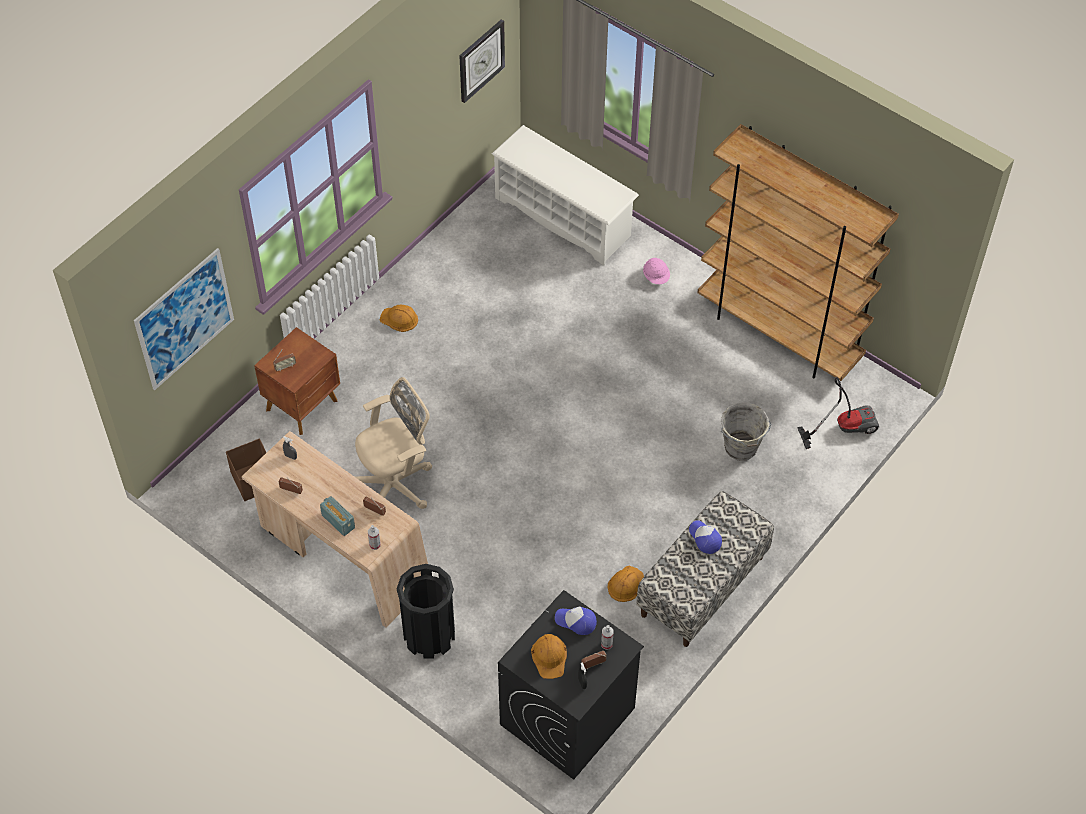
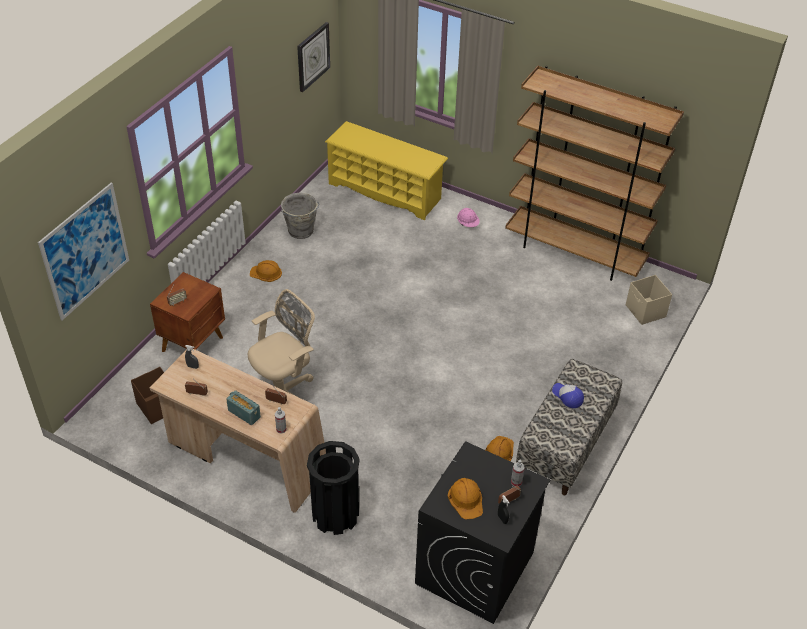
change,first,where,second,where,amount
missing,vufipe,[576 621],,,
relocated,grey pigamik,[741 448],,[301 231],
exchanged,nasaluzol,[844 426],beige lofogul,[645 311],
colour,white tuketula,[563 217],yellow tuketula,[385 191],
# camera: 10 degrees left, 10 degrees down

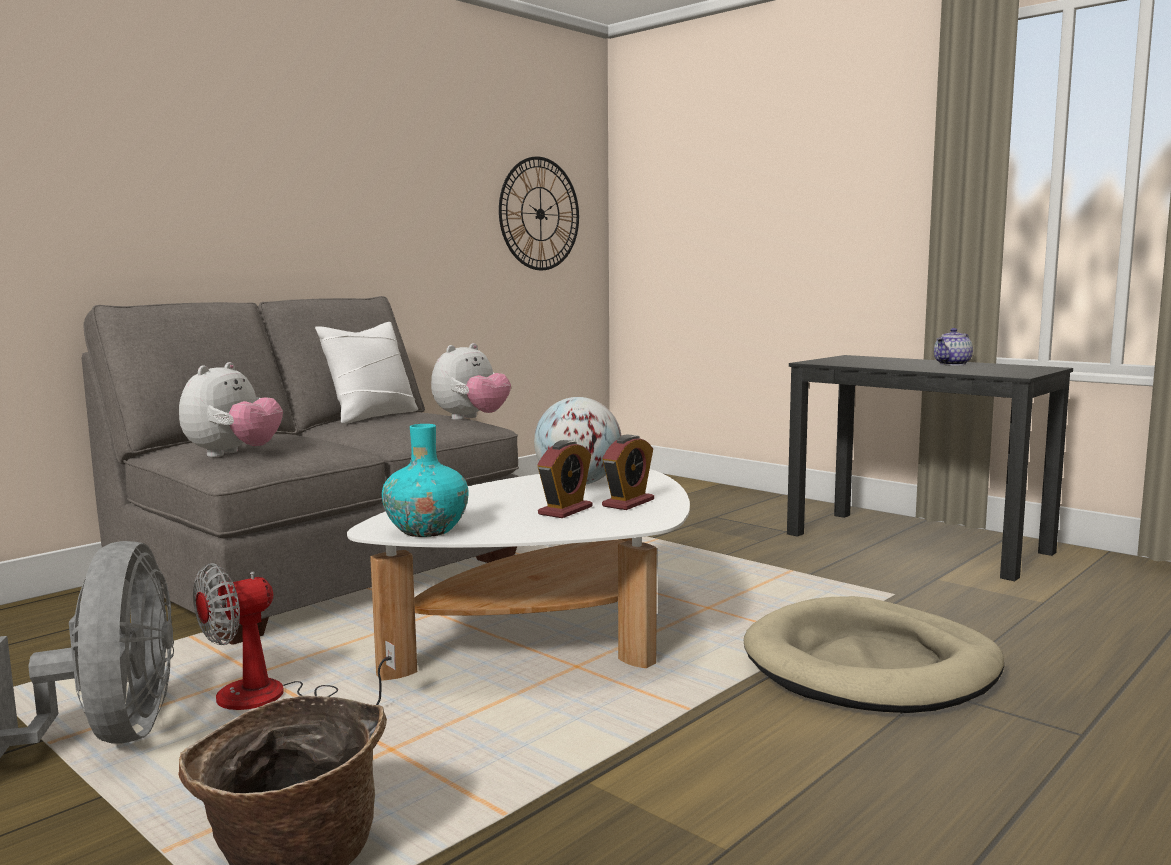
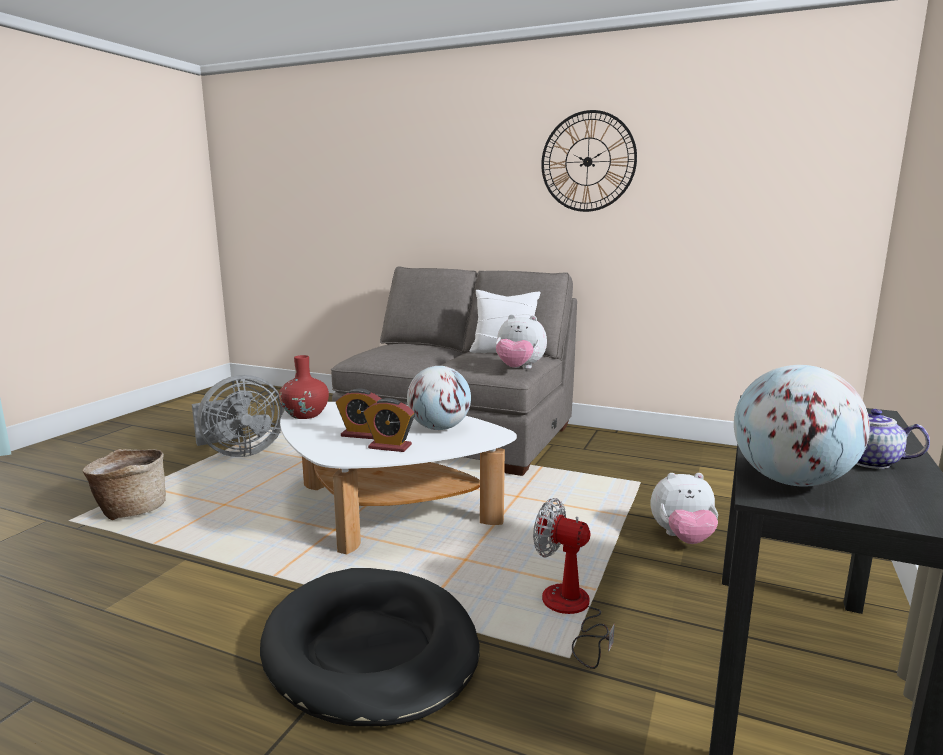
change,first,where,second,where,amount
appeared,,,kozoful,[790 481],
relocated,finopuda,[233 454],,[682 538],
relocated,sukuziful,[273 699],,[571 612],
relocated,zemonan,[540 214],,[587 161],
colour,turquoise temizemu,[427 530],red temizemu,[305 415],
colour,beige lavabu,[871 666],black lavabu,[371 650],
# camera: 70 degrees right, 5 degrees up

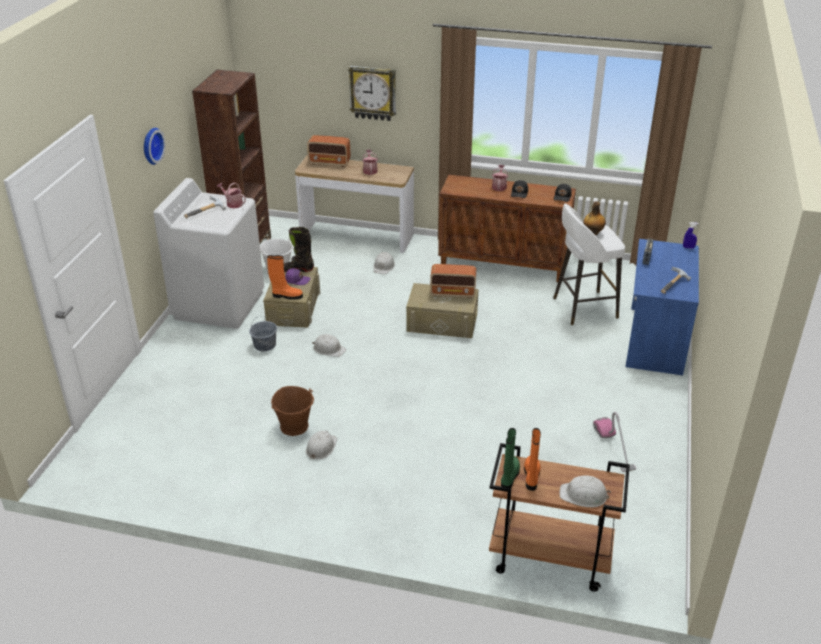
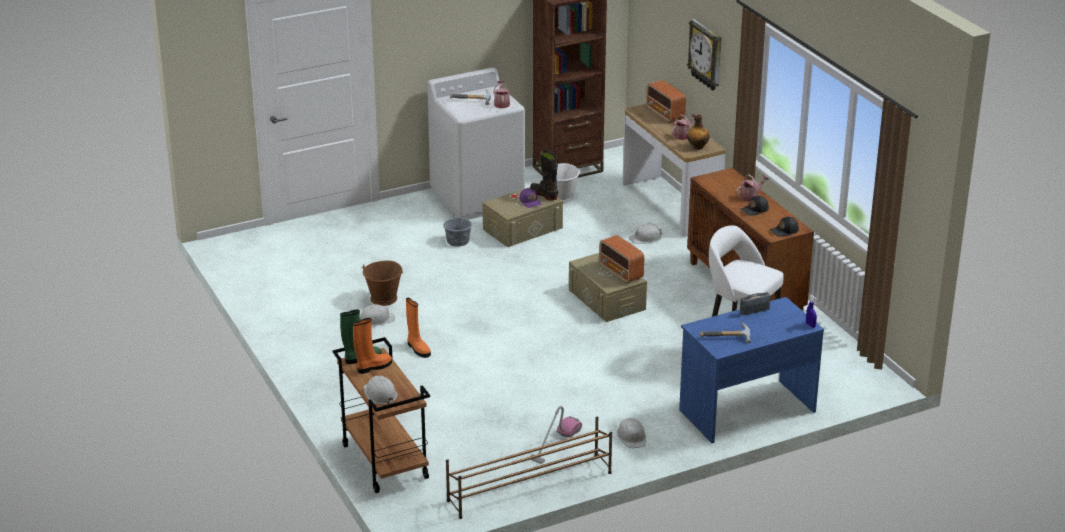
change,first,where,second,where,amount
missing,zemonan,[151 145],,,
appeared,,,brown tuketula,[529 487],
relocated,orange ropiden,[286 296],,[418 349],
relocated,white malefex,[329 349],,[632 437],
relocated,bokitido,[592 233],,[697 147],
# camera: 50 degrees right, 5 degrees down

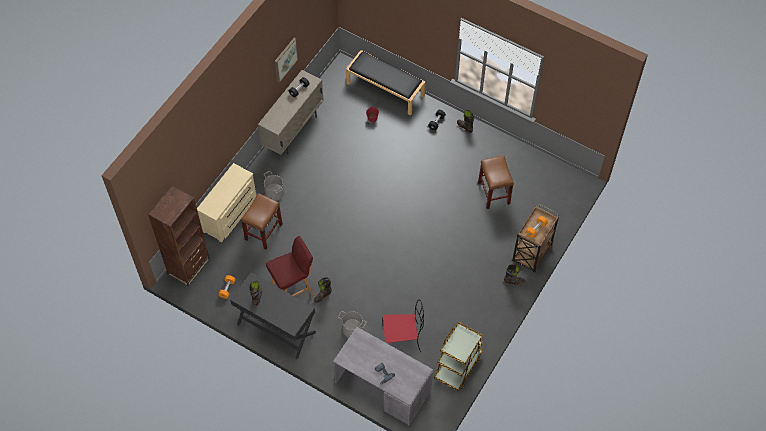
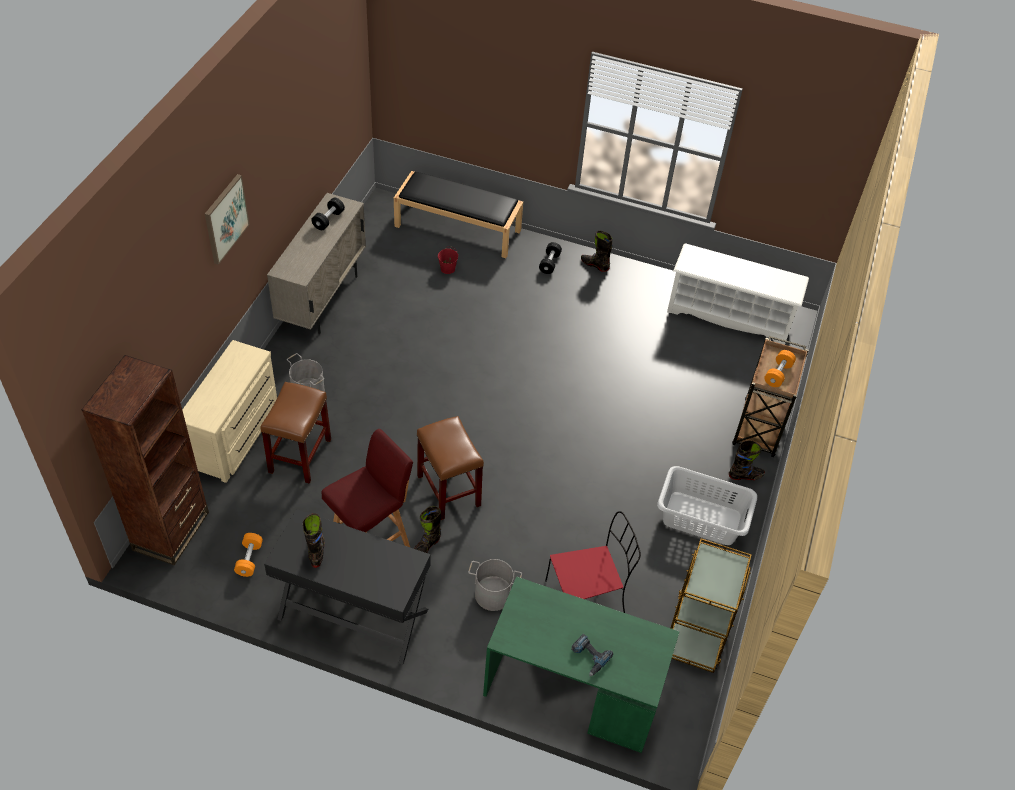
change,first,where,second,where,amount
appeared,,,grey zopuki,[702 519],
appeared,,,white tuketula,[730 315],
relocated,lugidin,[285 59],,[225 218],
relocated,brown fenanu,[493 193],,[448 490],
colour,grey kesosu,[381 386],green kesosu,[572 688],
# camera: 15 degrees left, 10 degrees down

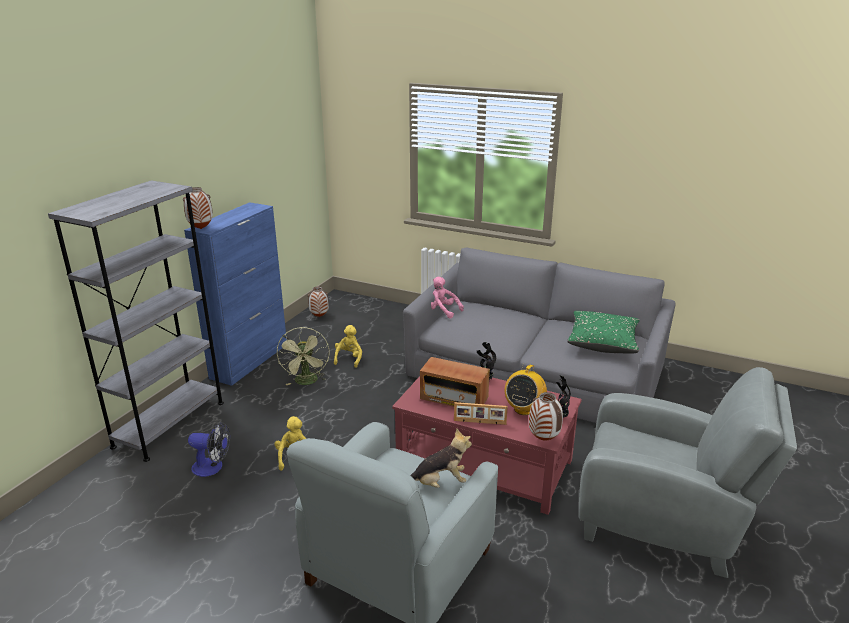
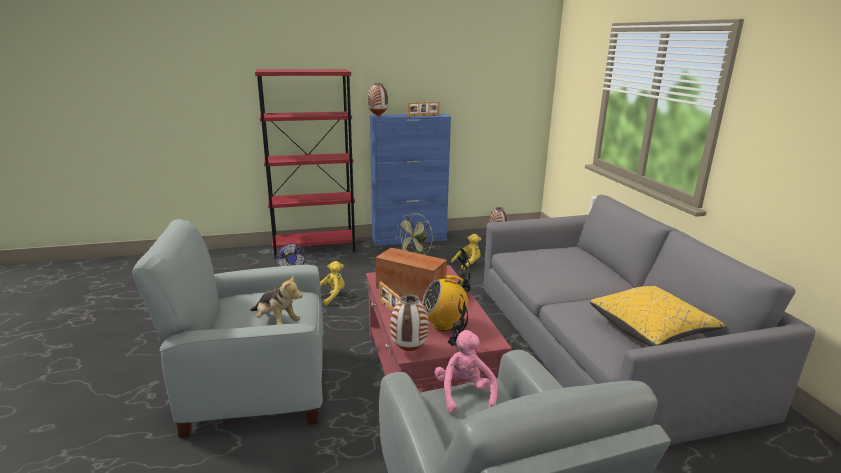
change,first,where,second,where,amount
appeared,,,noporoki,[423 115],
relocated,pink finopuda,[442 311],,[464 394],
colour,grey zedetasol,[169 424],red zedetasol,[314 248],
colour,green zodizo,[602 342],yellow zodizo,[651 329],
spun,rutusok,[454 399],,[410 290],135 degrees clockwise
# camera: 50 degrees right, 5 degrees down

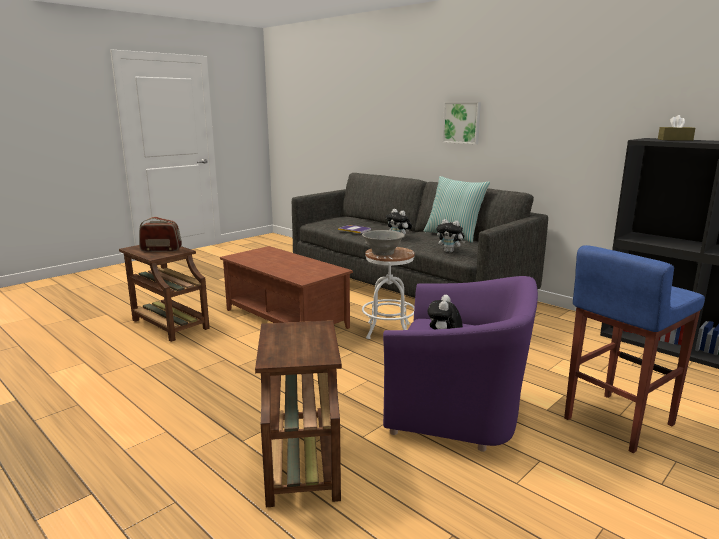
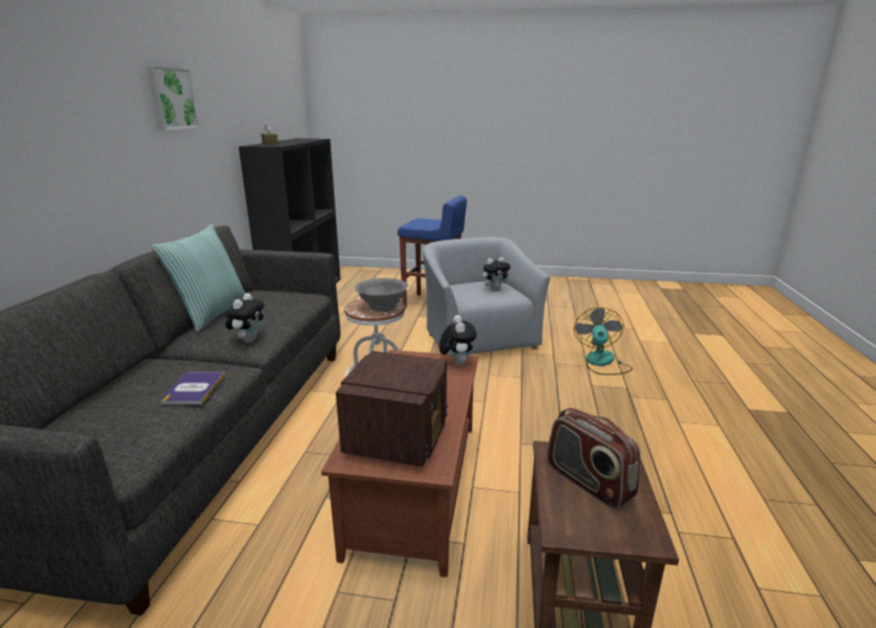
change,first,where,second,where,amount
appeared,,,rutusok,[398 437],
relocated,finopuda,[450 251],,[457 363],
relocated,lugidin,[462 122],,[171 98],
exchanged,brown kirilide,[302 459],sukuziful,[601 363],
colour,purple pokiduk,[458 408],grey pokiduk,[478 338],
# camera: 125 degrees left, 5 degrees up

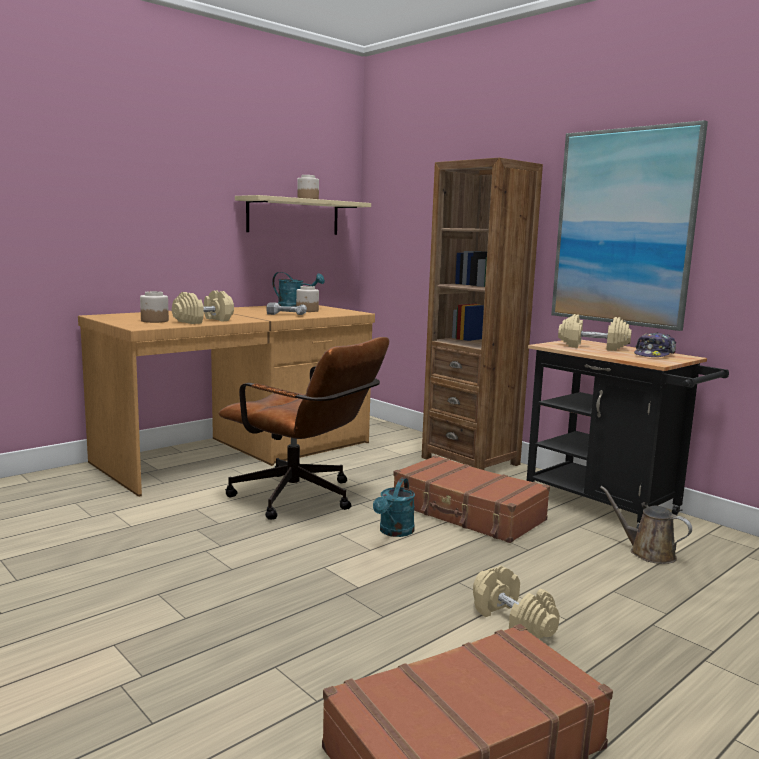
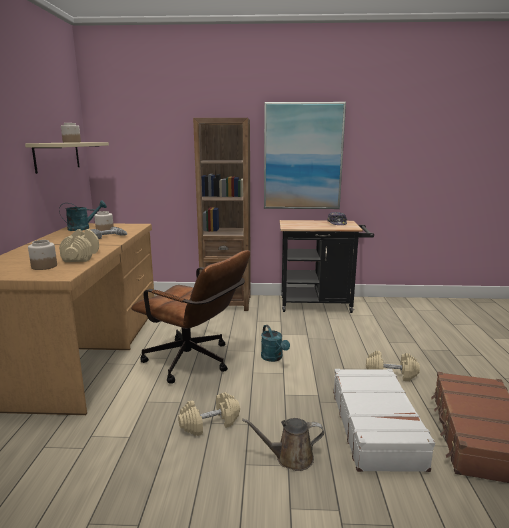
change,first,where,second,where,amount
missing,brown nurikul,[467 513],,,
appeared,,,white nurikul,[376 427],
relocated,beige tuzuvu,[592 347],,[209 424],
relocated,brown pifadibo,[648 552],,[290 458],
spun,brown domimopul,[303 499],,[194 362],45 degrees clockwise
# camera: 45 degrees left, 5 degrees up

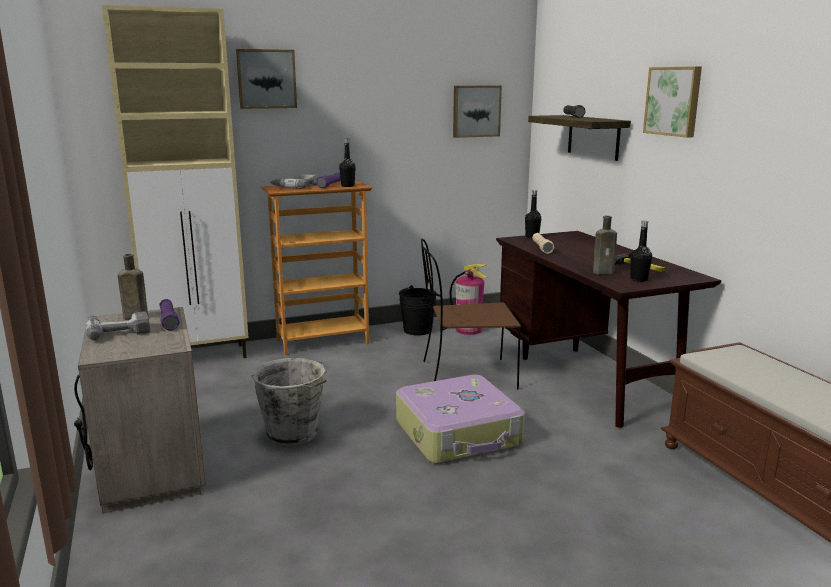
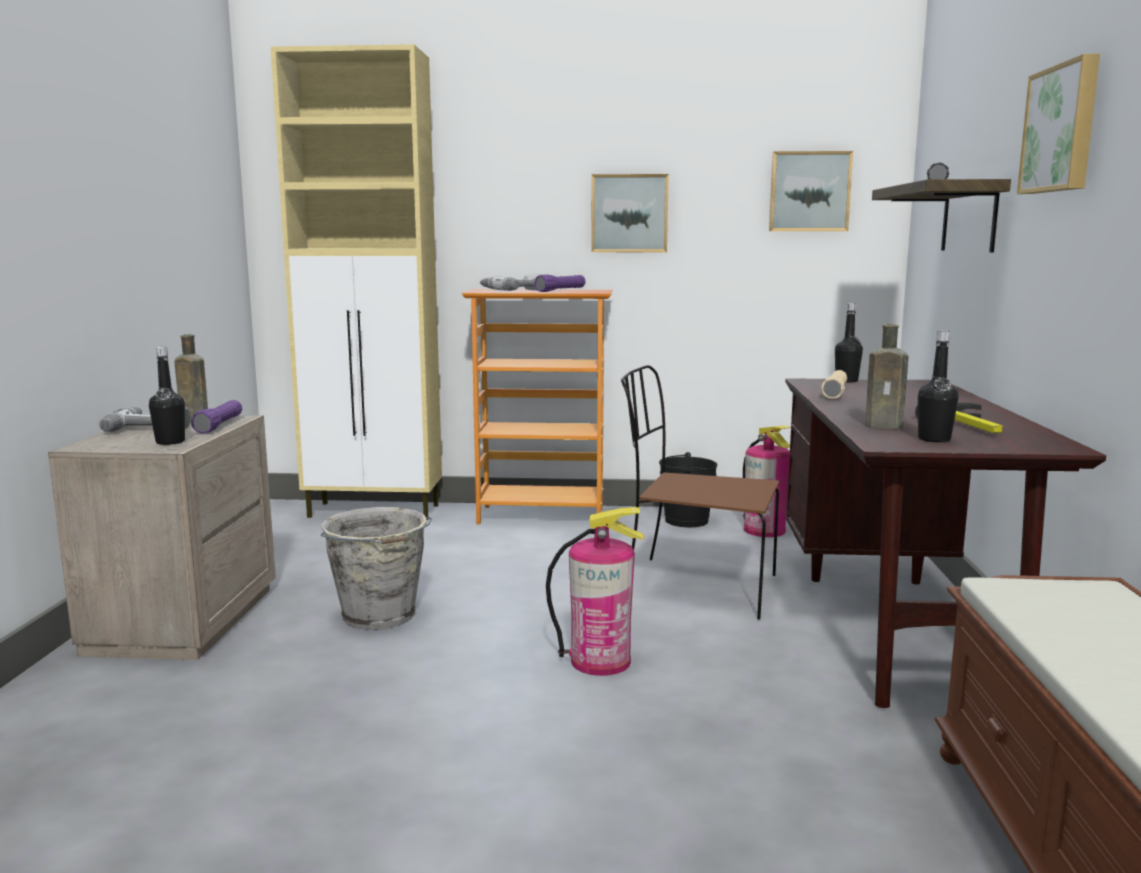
change,first,where,second,where,amount
relocated,lugidin,[266 79],,[629 213],
relocated,black bokitido,[347 186],,[170 442],
exchanged,nurikul,[459 434],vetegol,[600 661],
# camera: 25 degrees right, 5 degrees down

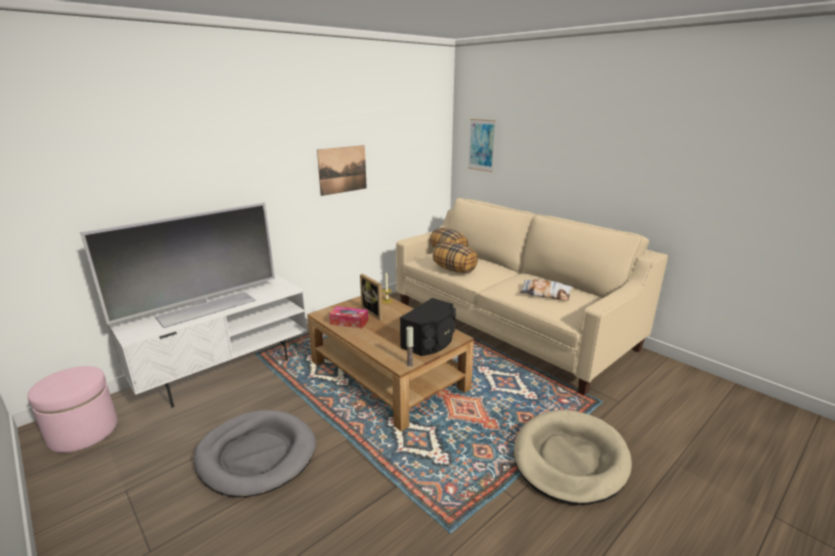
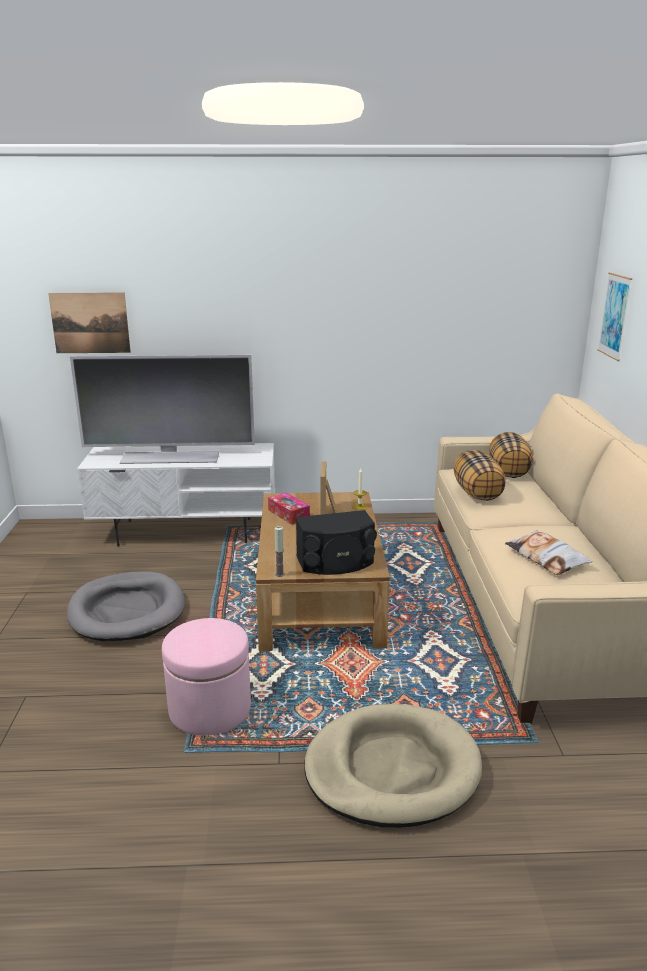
change,first,where,second,where,amount
relocated,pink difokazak,[83 432],,[210 708],
relocated,lugidin,[342 170],,[90 323],
# camera: 40 degrees right, 0 degrees up

